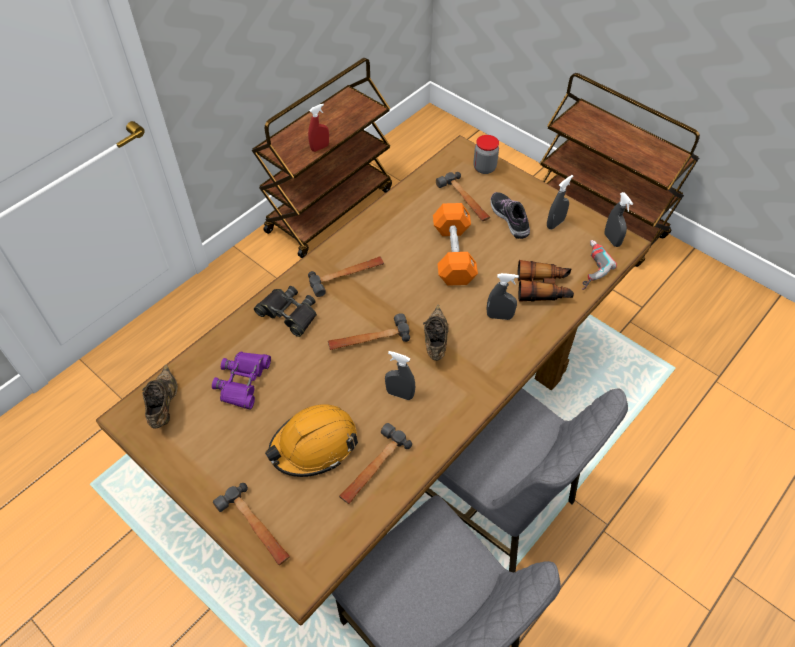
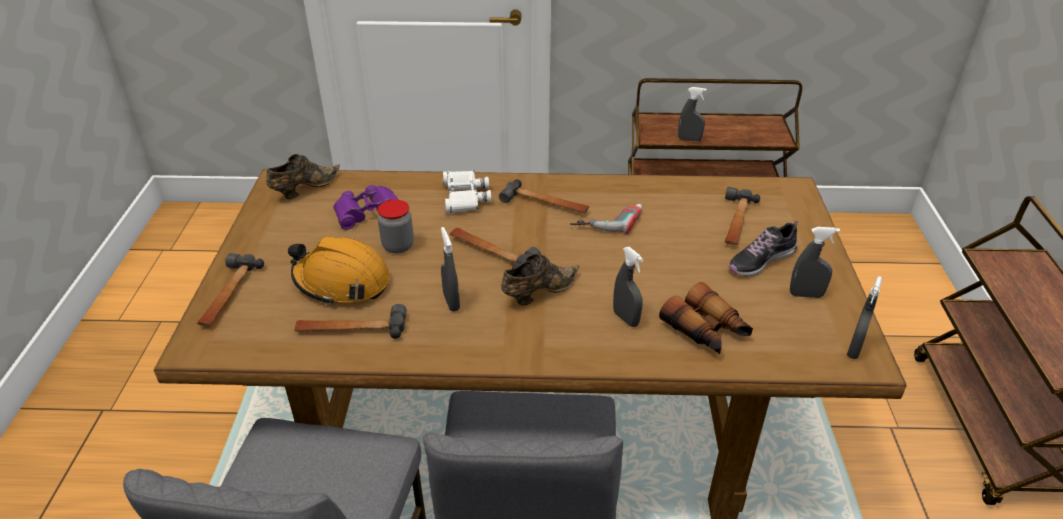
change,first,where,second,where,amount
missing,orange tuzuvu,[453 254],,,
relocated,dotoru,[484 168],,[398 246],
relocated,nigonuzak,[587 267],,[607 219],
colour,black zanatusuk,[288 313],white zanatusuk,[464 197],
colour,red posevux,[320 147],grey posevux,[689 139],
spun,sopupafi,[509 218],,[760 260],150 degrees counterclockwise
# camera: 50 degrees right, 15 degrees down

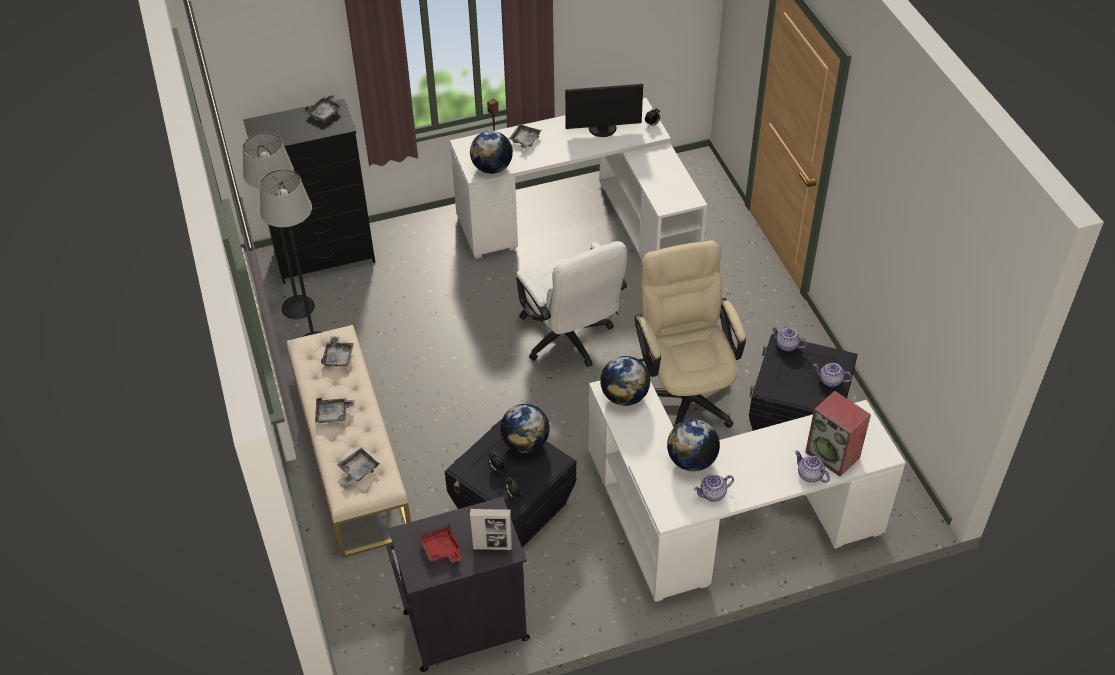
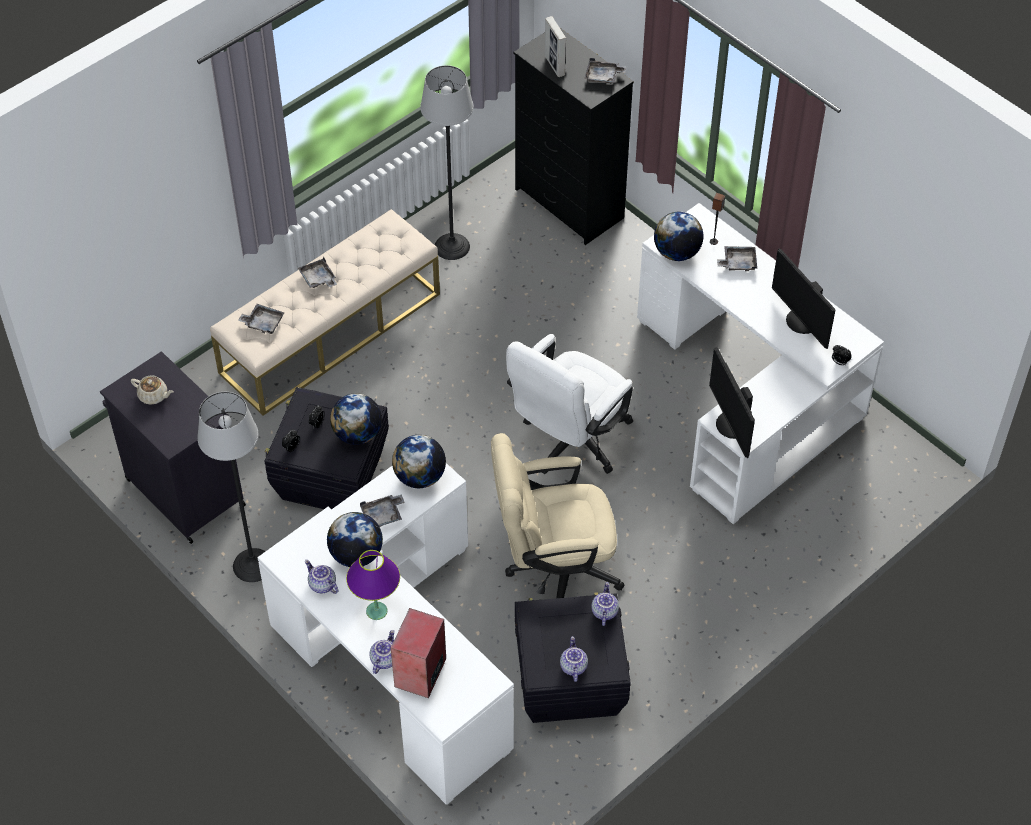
change,first,where,second,where,amount
appeared,,,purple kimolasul,[377 611],
appeared,,,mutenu,[731 425],
relocated,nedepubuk,[297 307],,[252 565],
relocated,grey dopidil,[338 356],,[383 515],
relocated,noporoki,[492 546],,[554 66],
exchanged,red dopidil,[441 549],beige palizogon,[153 396],
spun,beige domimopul,[685 391],,[553 568],150 degrees counterclockwise
# camera: 65 degrees right, 5 degrees up

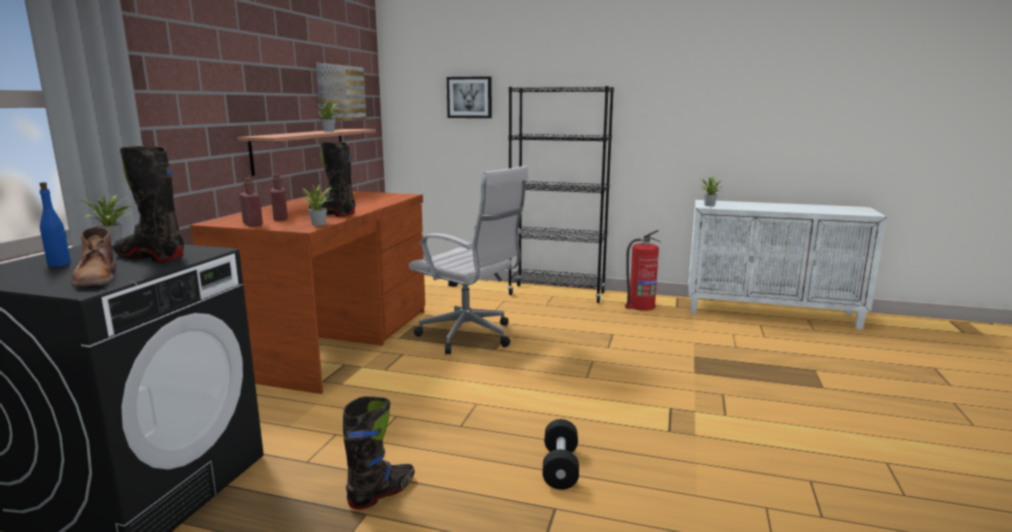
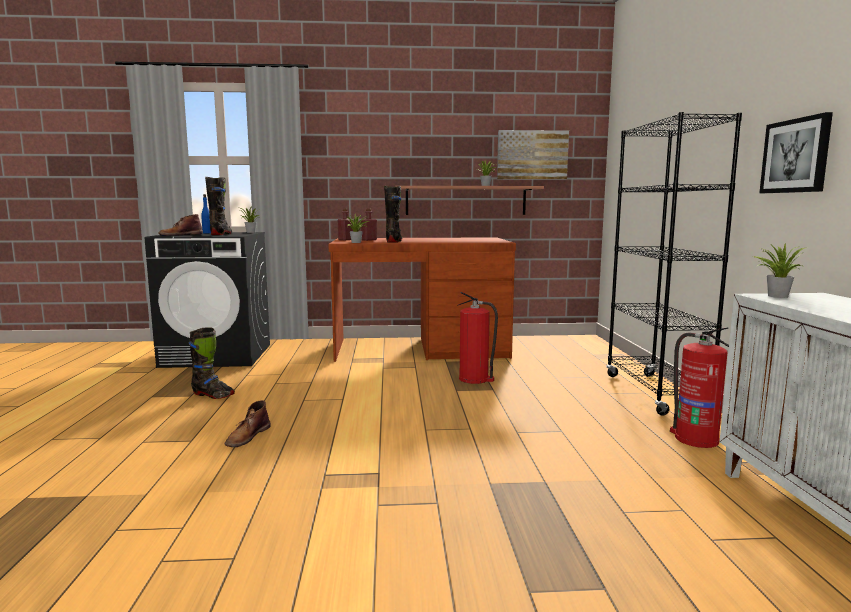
change,first,where,second,where,amount
relocated,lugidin,[469 97],,[796 156],
exchanged,white domimopul,[470 337],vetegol,[475 379],
exchanged,black tuzuvu,[560 467],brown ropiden,[247 436],
# camera: 70 degrees right, 5 degrees down

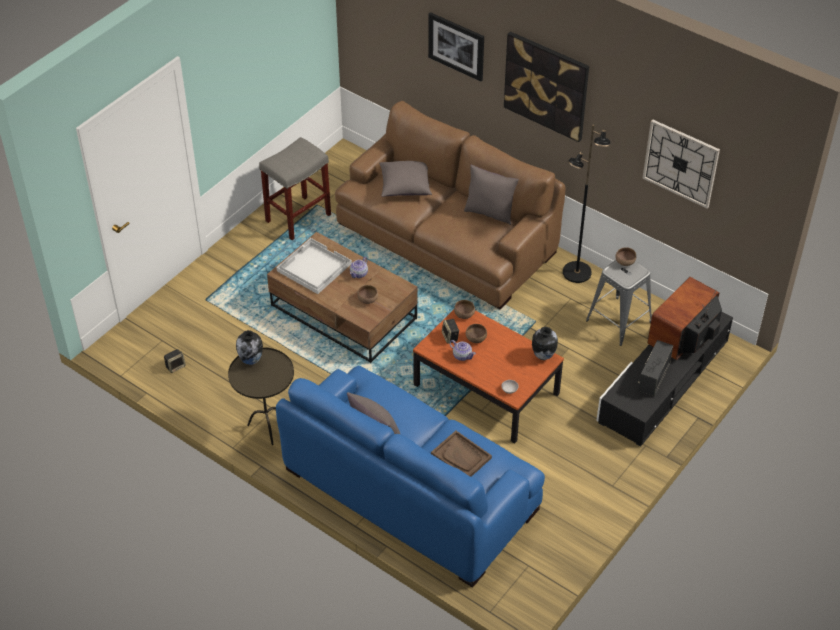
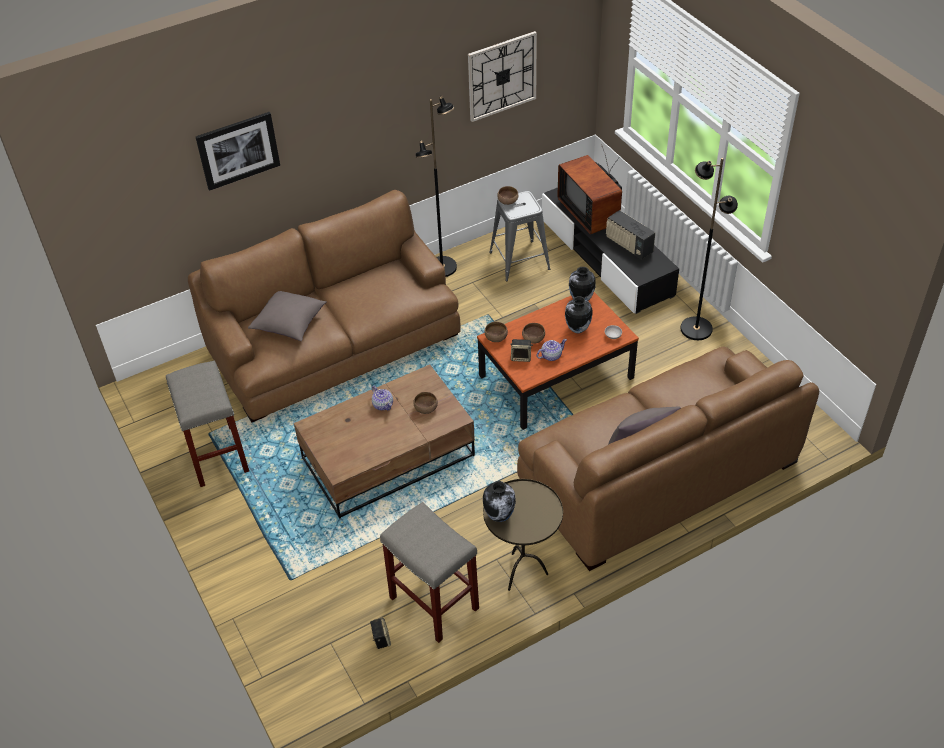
change,first,where,second,where,amount
missing,white dopidil,[313 267],,,
missing,brown dopidil,[461 456],,,
missing,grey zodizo,[489 213],,,
missing,lugidin,[546 85],,,
appeared,,,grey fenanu,[435 603],
appeared,,,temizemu,[577 329],
appeared,,,black nedepubuk,[696 328],
colour,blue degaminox,[411 489],brown degaminox,[658 472],
# camera: 65 degrees left, 0 degrees up

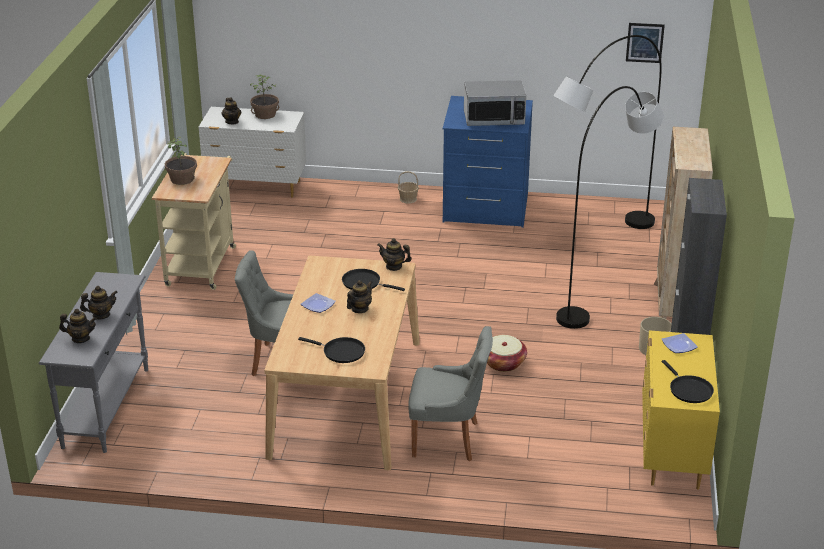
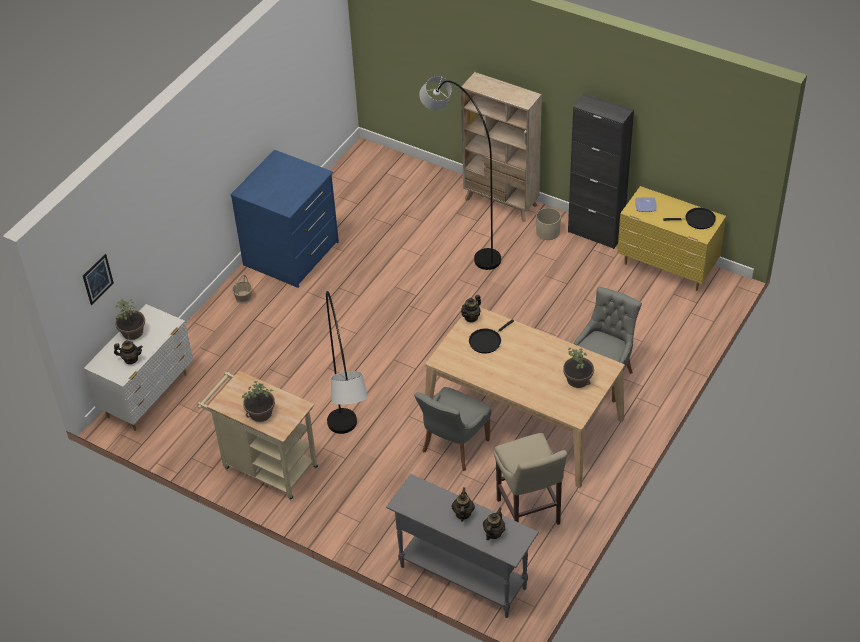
change,first,where,second,where,amount
missing,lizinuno,[318 305],,,
missing,palizogon,[359 309],,,
missing,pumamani,[494 119],,,
missing,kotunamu,[503 363],,,
appeared,,,beige fenanu,[529 514],
relocated,grey nedepubuk,[598 238],,[352 465],
relocated,lugidin,[644 42],,[97 279],
exchanged,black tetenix,[341 352],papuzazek,[578 379],
# camera: 65 degrees left, 15 degrees up

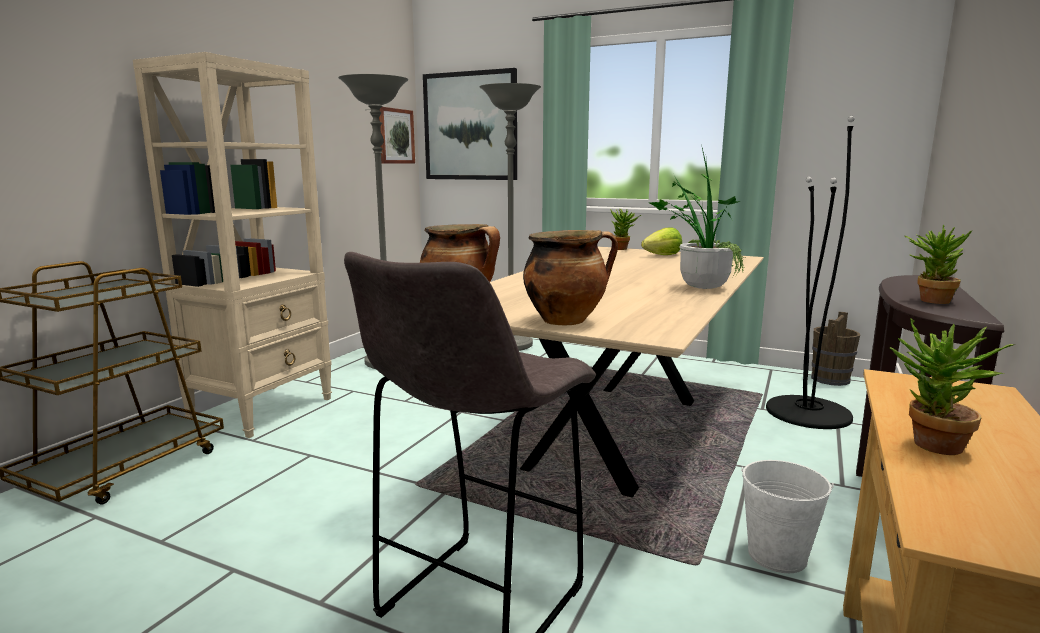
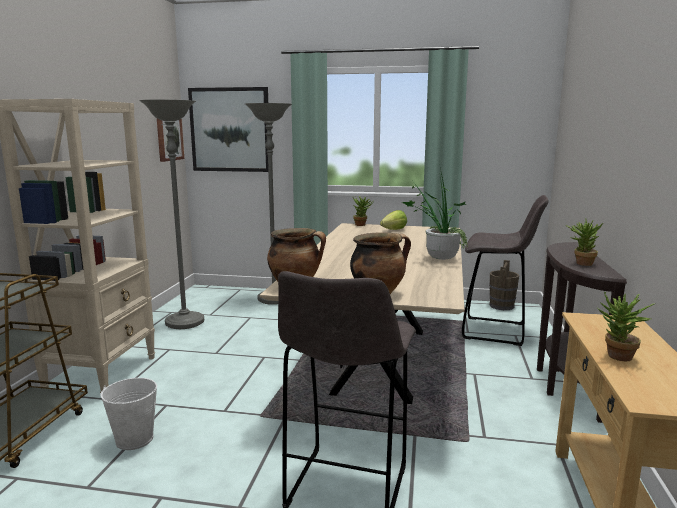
change,first,where,second,where,amount
relocated,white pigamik,[777 555],,[134 439],
exchanged,black nedepubuk,[808 412],grey fenanu,[496 331],
# camera: 15 degrees left, 0 degrees up

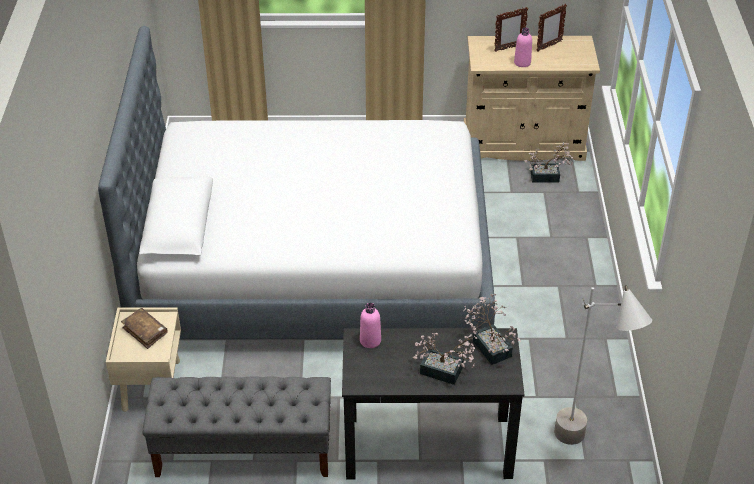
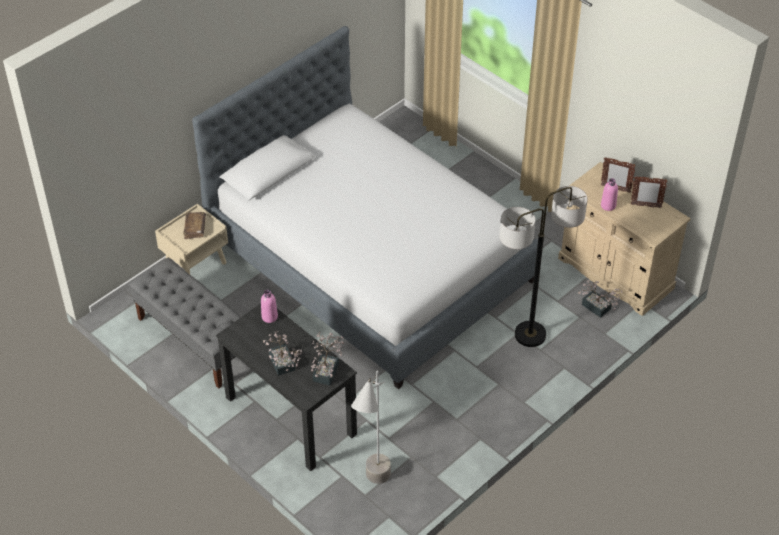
change,first,where,second,where,amount
appeared,,,nedepubuk,[530 335],
# camera: 45 degrees right, 5 degrees up

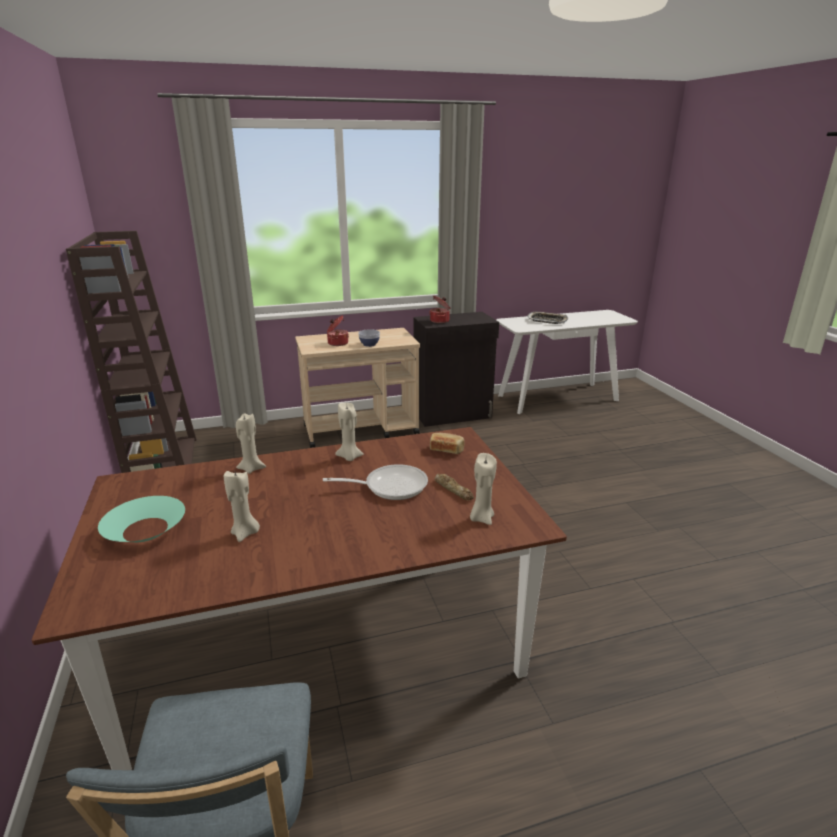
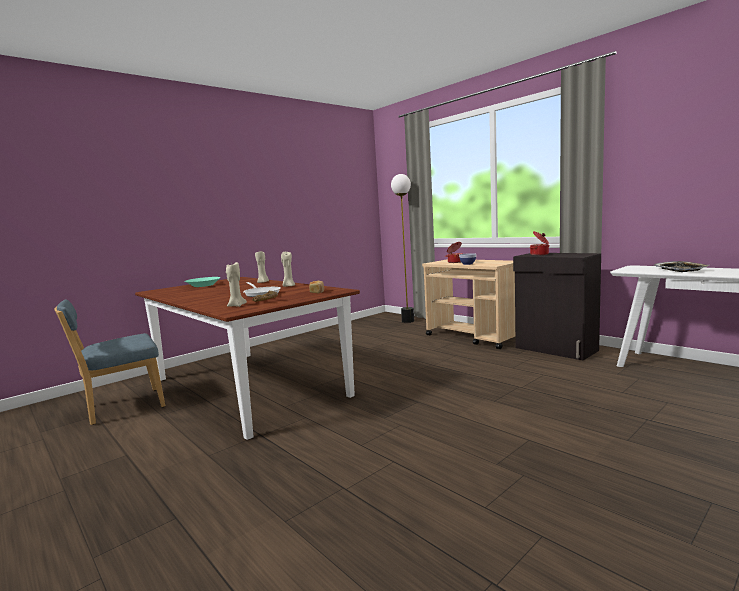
change,first,where,second,where,amount
missing,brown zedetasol,[163 465],,,
missing,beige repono,[245 533],,,
appeared,,,nedepubuk,[407 321],
# camera: 65 degrees right, 15 degrees down

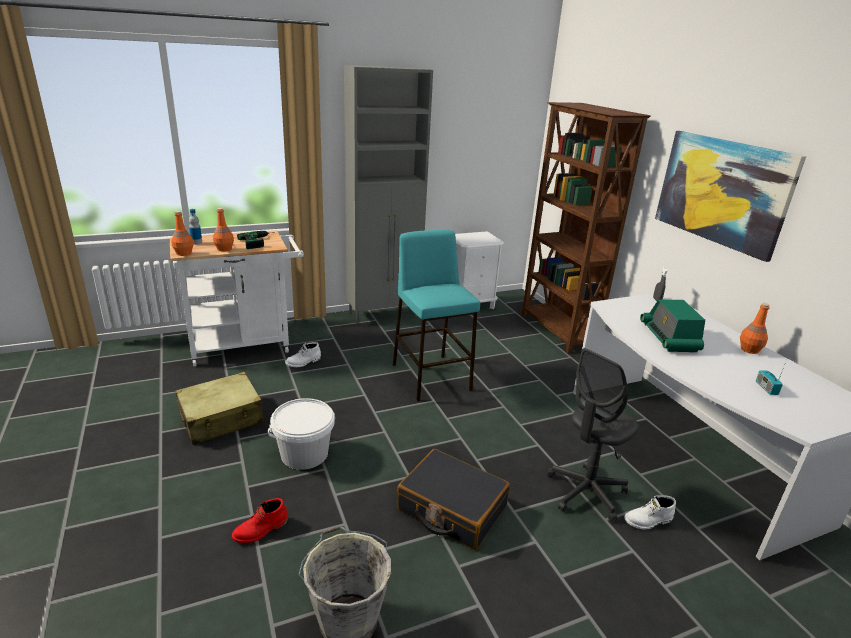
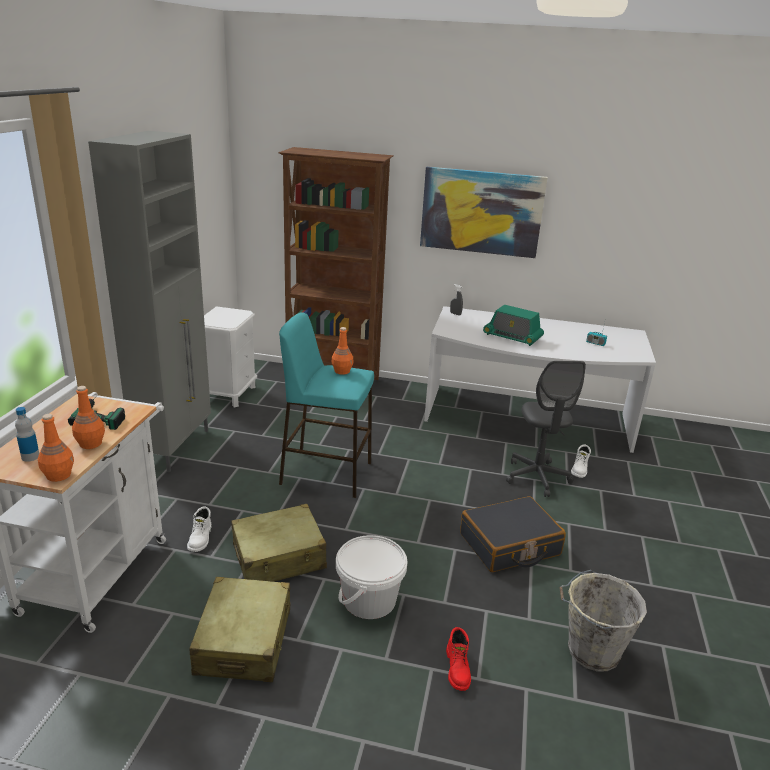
change,first,where,second,where,amount
appeared,,,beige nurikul,[279 557],
relocated,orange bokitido,[749 349],,[342 371],
# camera: 55 degrees left, 0 degrees up

